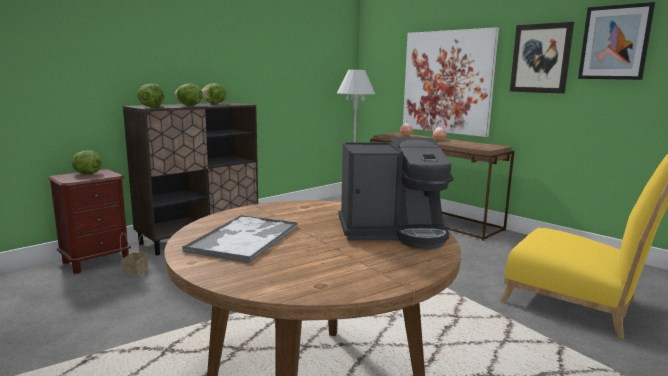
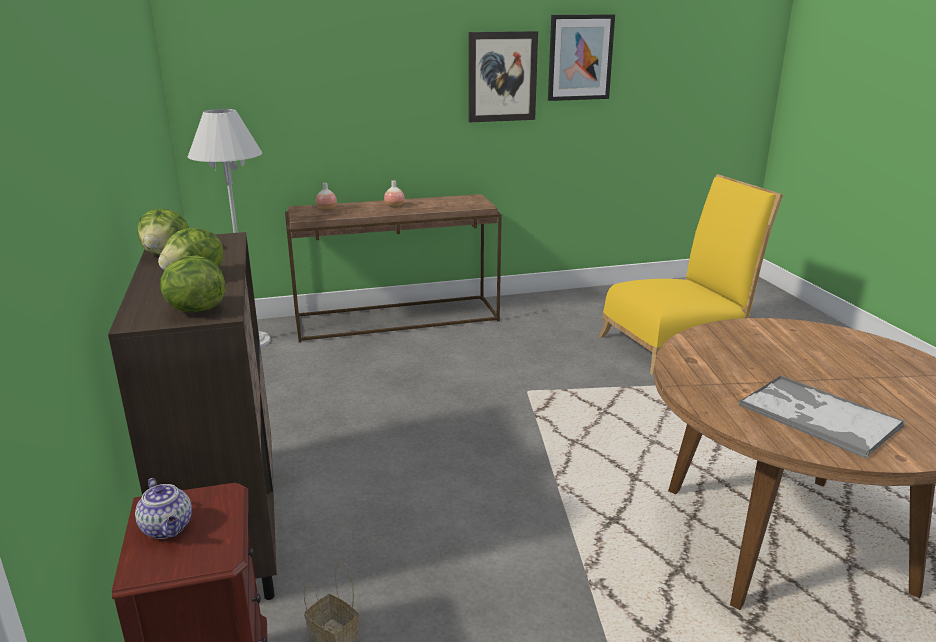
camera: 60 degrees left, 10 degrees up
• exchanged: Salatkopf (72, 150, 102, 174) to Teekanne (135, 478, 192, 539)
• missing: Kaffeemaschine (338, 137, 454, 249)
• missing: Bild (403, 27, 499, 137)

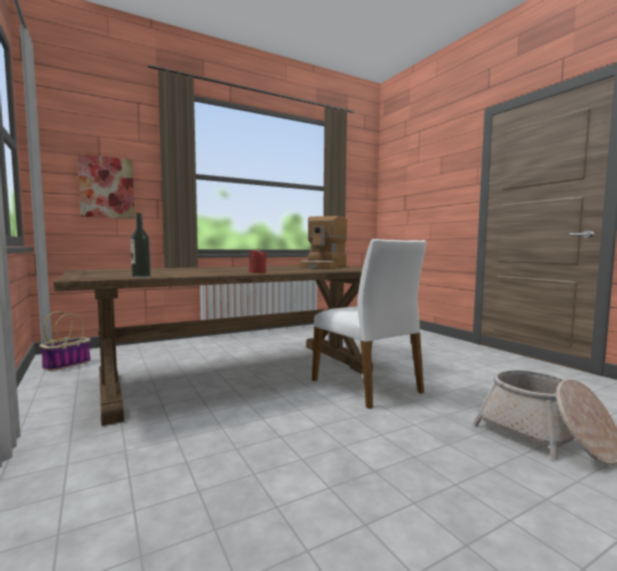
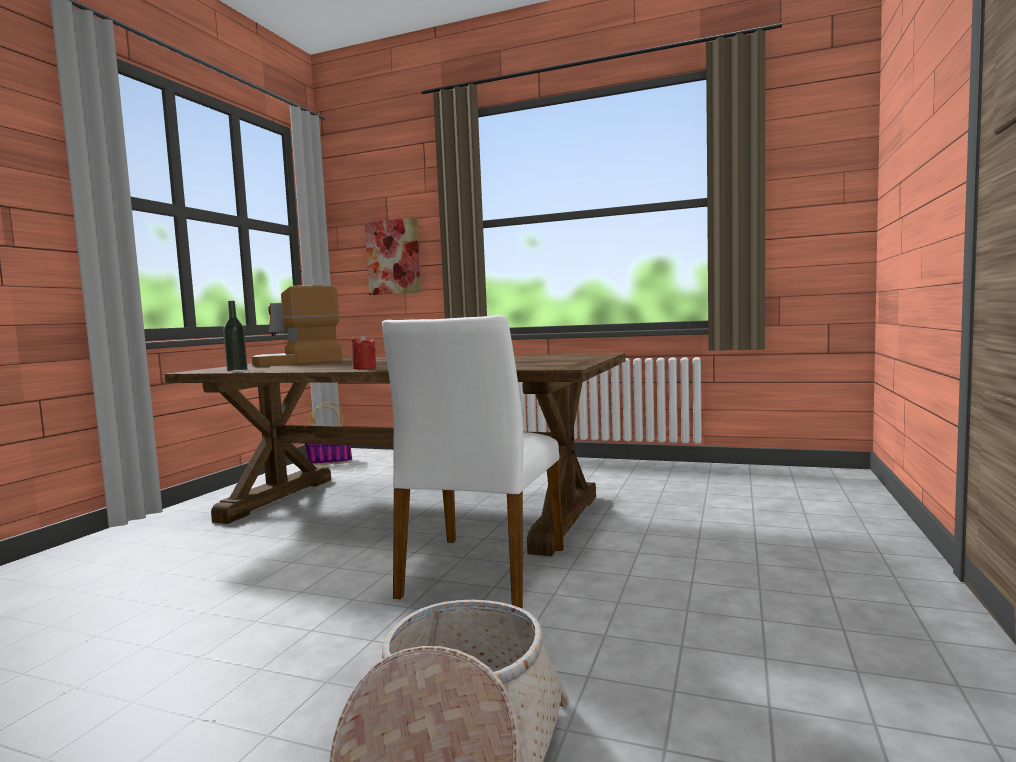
camera: 50 degrees right, 0 degrees up
• relocated: Kaffeemaschine (299, 216, 347, 269) to (252, 285, 342, 366)

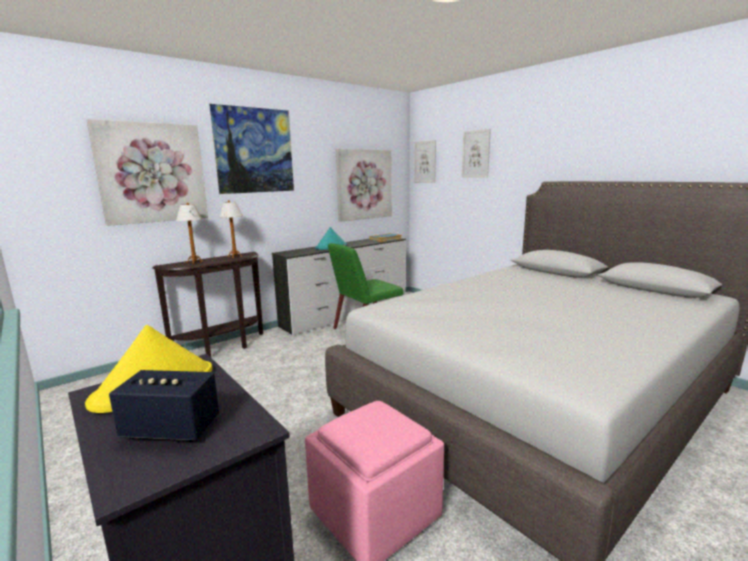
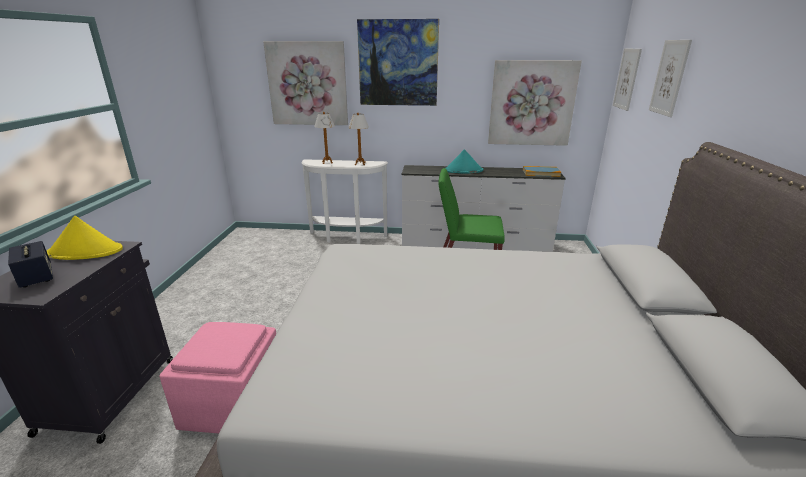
camera: 45 degrees right, 10 degrees up
• colour: Konsolentisch (braun) (153, 252, 263, 357) to Konsolentisch (weiß) (302, 159, 388, 244)

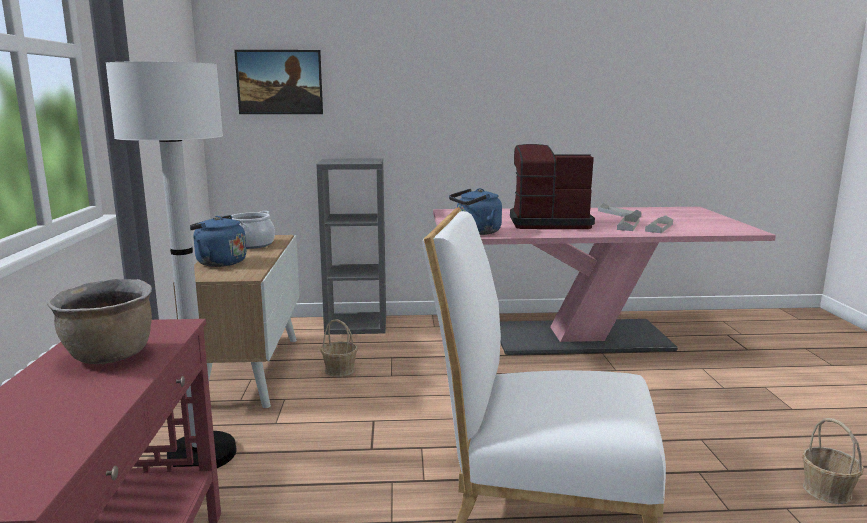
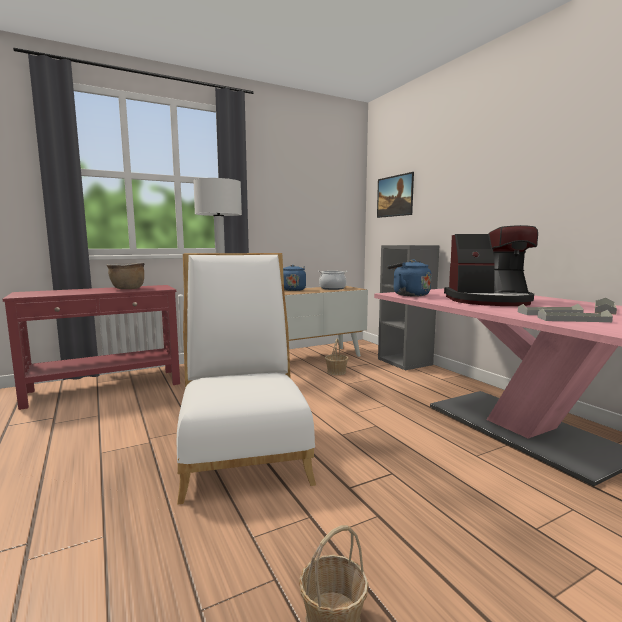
camera: 65 degrees right, 5 degrees down
• spun: Kaffeemaschine (510, 144, 595, 229) = (444, 225, 538, 306) 120 degrees clockwise

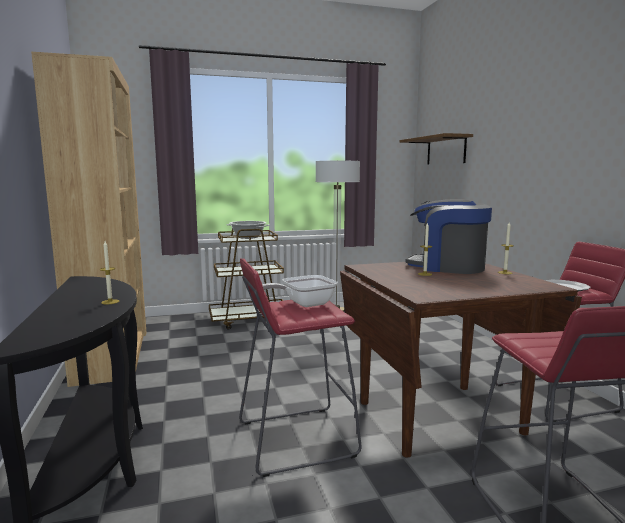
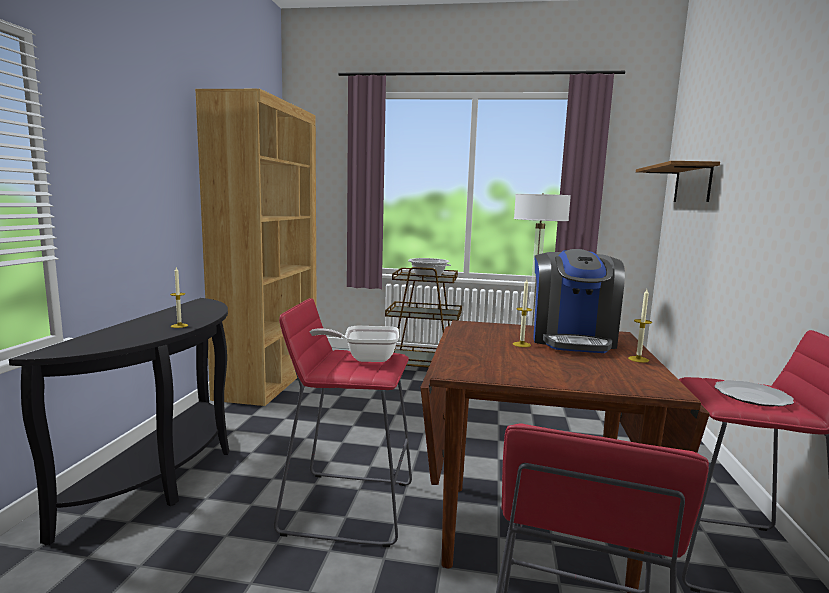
camera: 25 degrees right, 0 degrees up
• spun: Kaffeemaschine (406, 199, 492, 274) = (533, 249, 625, 353) 135 degrees counterclockwise

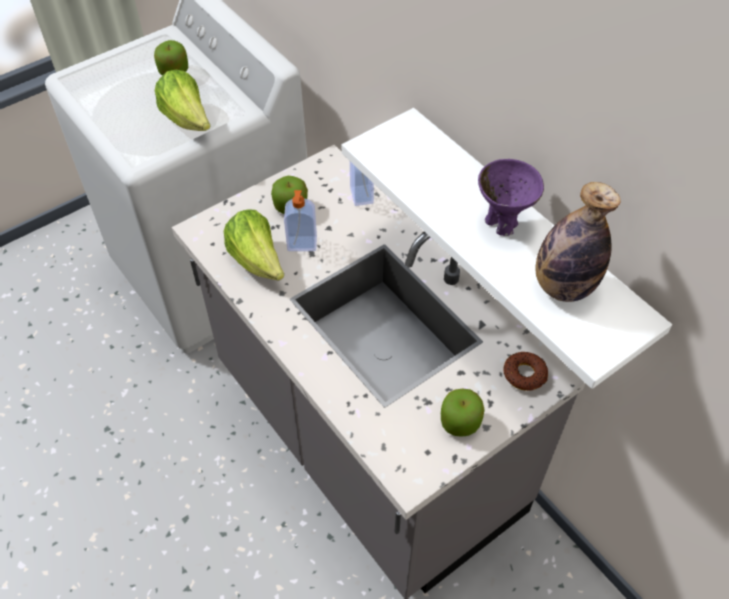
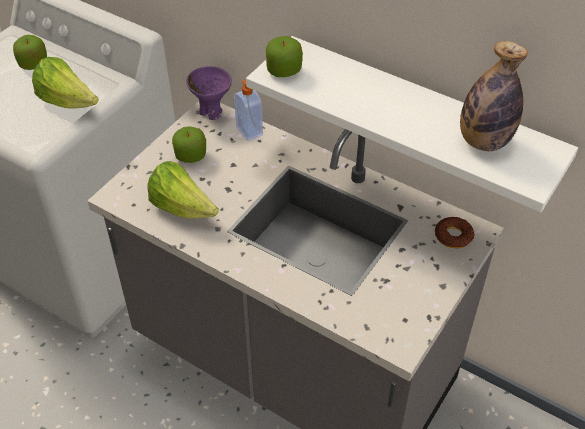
camera: 20 degrees left, 5 degrees down
• missing: Seifenspender (284, 190, 317, 251)
• relocated: Apfel (441, 389, 485, 437) to (266, 36, 303, 77)
• relocated: Schüssel (lila) (478, 159, 544, 236) to (186, 66, 232, 120)

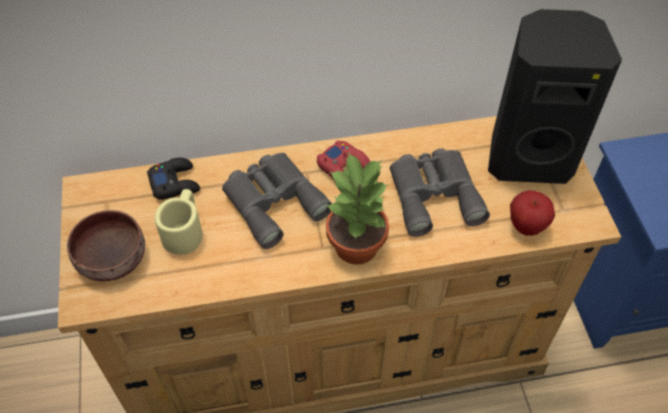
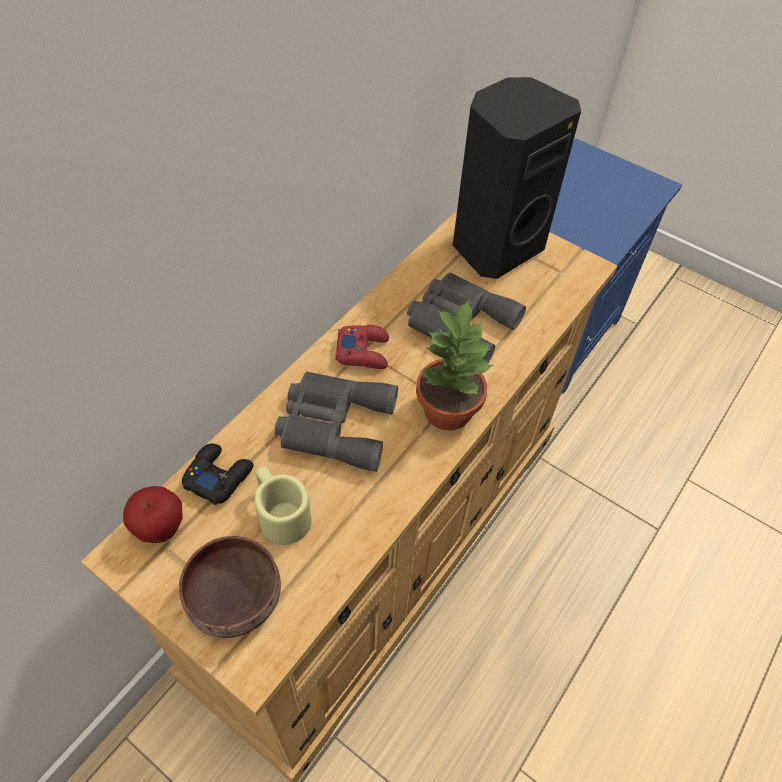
camera: 45 degrees left, 0 degrees up
• relocated: Apfel (510, 190, 555, 236) to (123, 486, 182, 543)

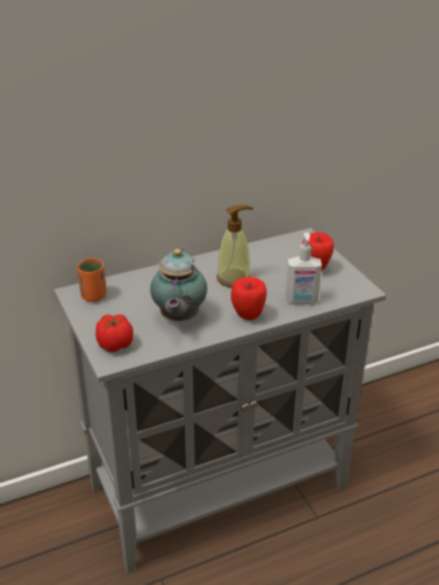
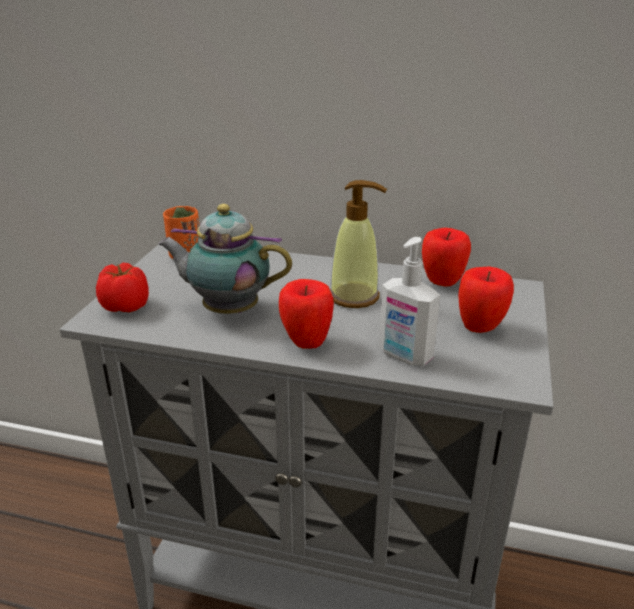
camera: 40 degrees right, 5 degrees down
• spun: Teekanne (150, 248, 207, 321) = (158, 204, 292, 314) 60 degrees clockwise
• appeared: Apfel (422, 228, 471, 286)

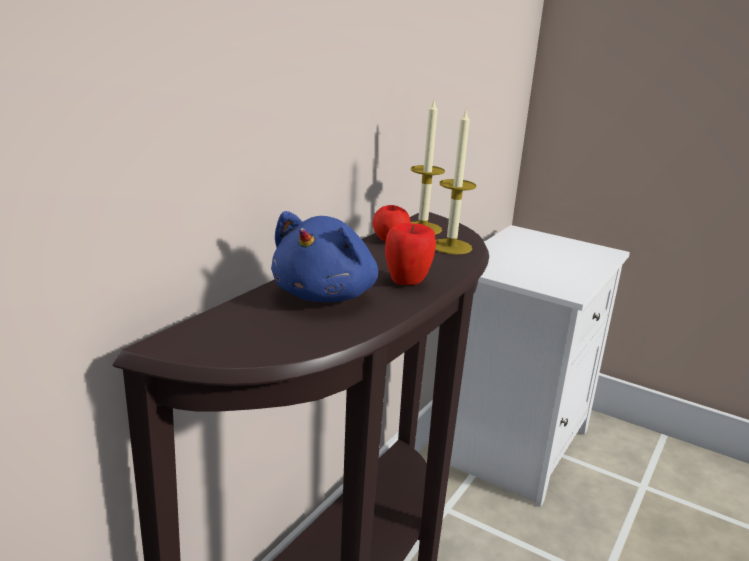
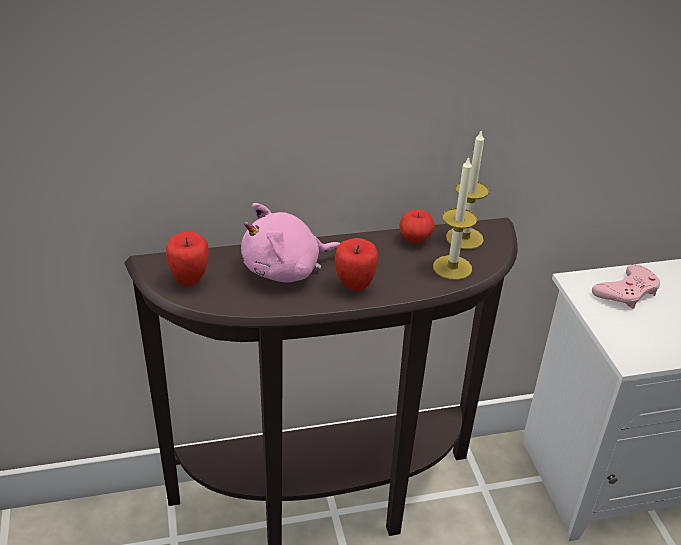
camera: 45 degrees right, 15 degrees up
• colour: Plüschtier (blau) (271, 211, 378, 302) to Plüschtier (rosa) (241, 203, 340, 282)
• appeared: Apfel (166, 231, 209, 286)
• appeared: Gamepad (rosa) (592, 264, 660, 309)

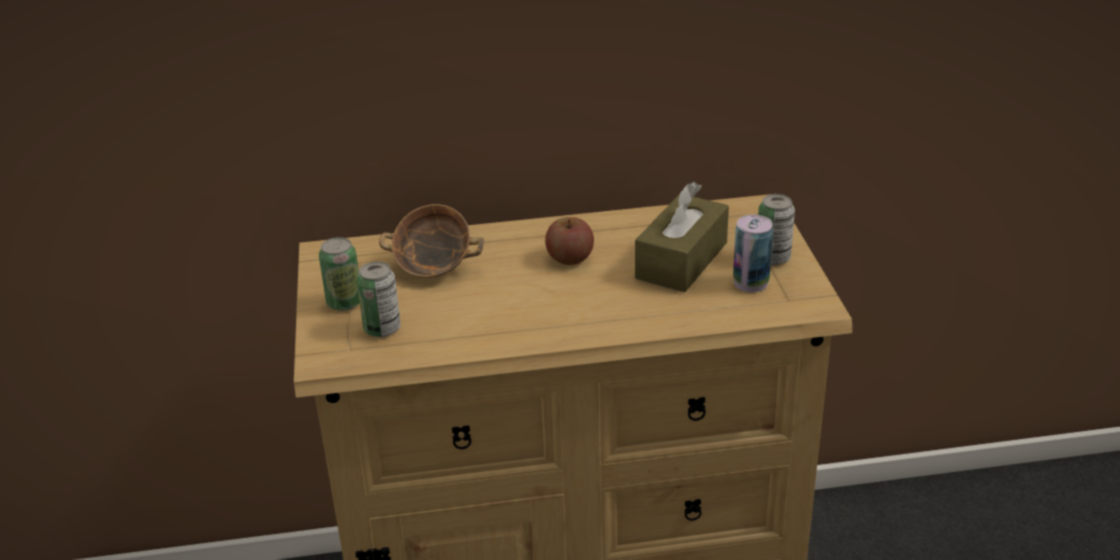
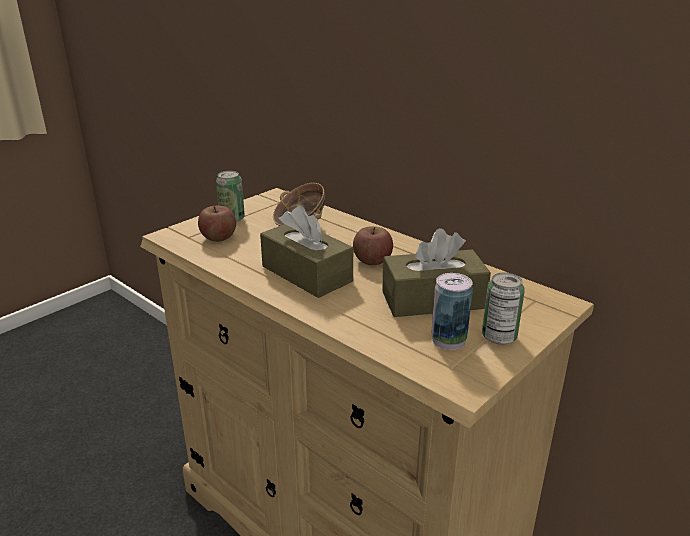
camera: 50 degrees right, 5 degrees down
• exchanged: Dose (357, 262, 401, 337) to Apfel (198, 206, 236, 242)
• appeared: Taschentuchbox (braun) (260, 205, 353, 298)

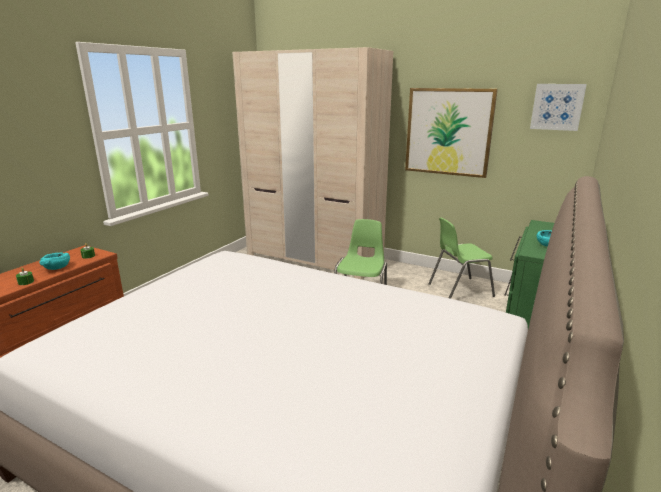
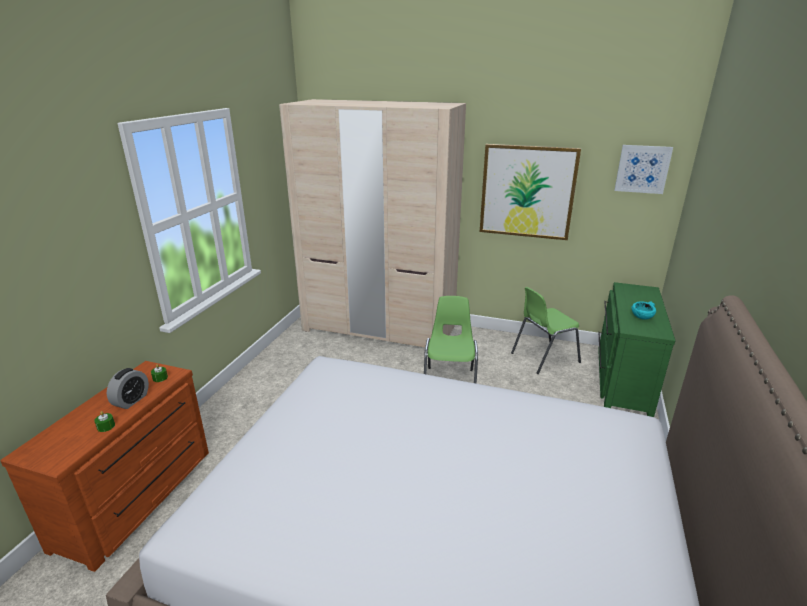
camera: 10 degrees left, 5 degrees up
• exchanged: Schüssel (türkis) (39, 252, 70, 270) to Wecker (107, 368, 149, 409)

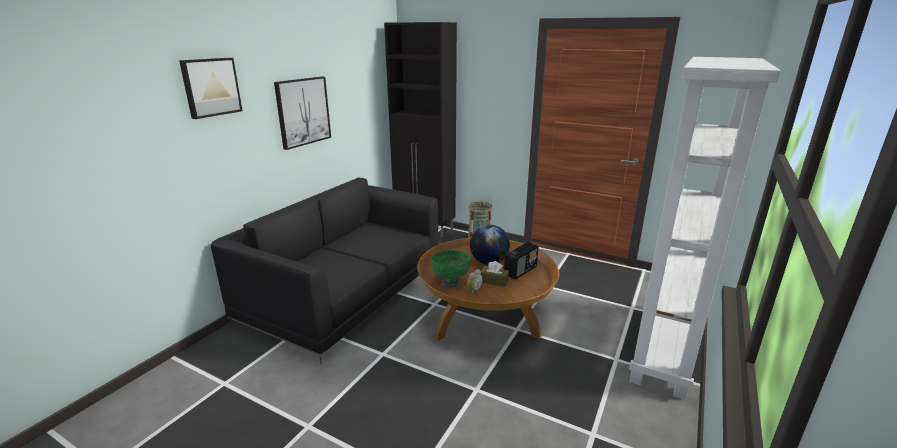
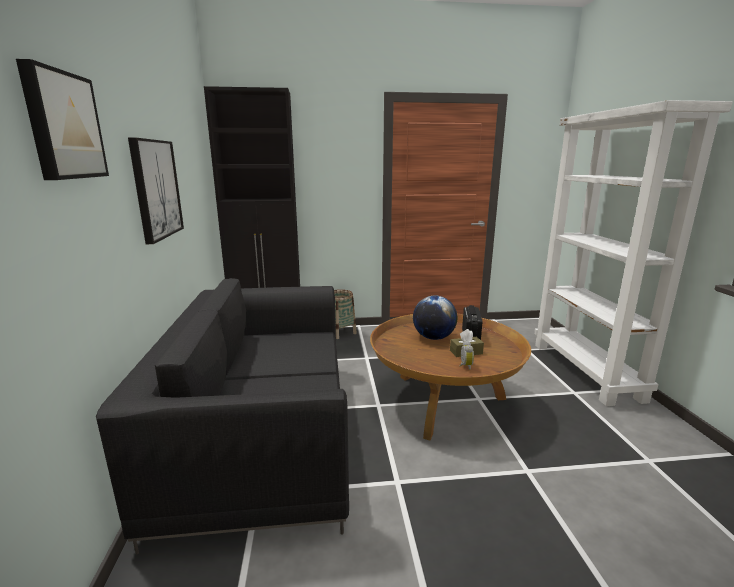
camera: 35 degrees left, 5 degrees down
• missing: Schüssel (grün) (431, 250, 471, 288)

